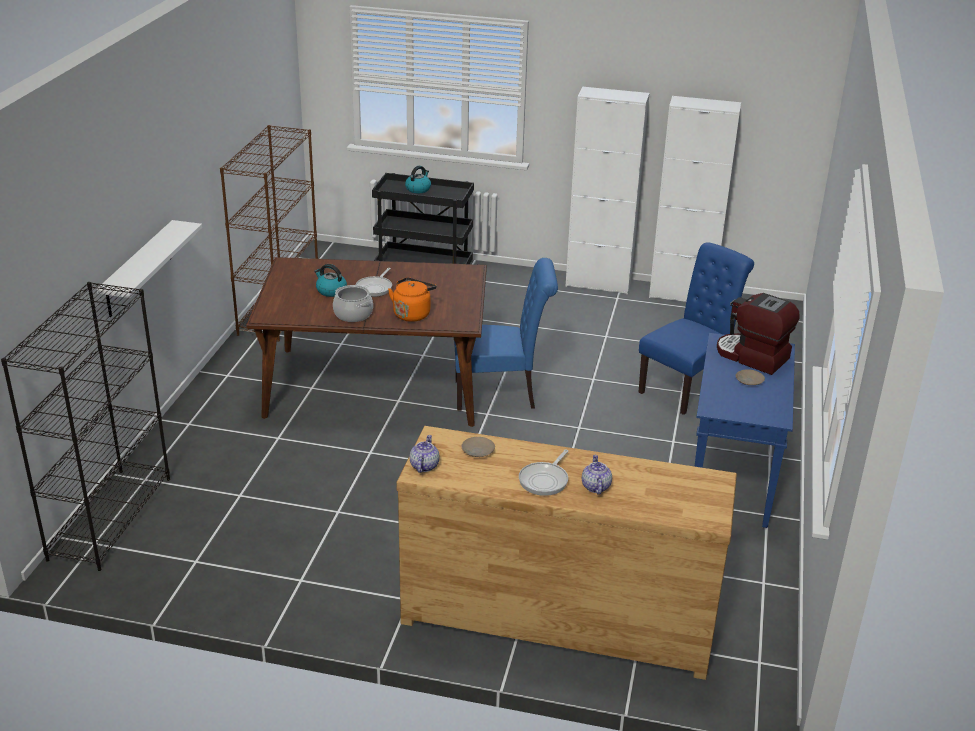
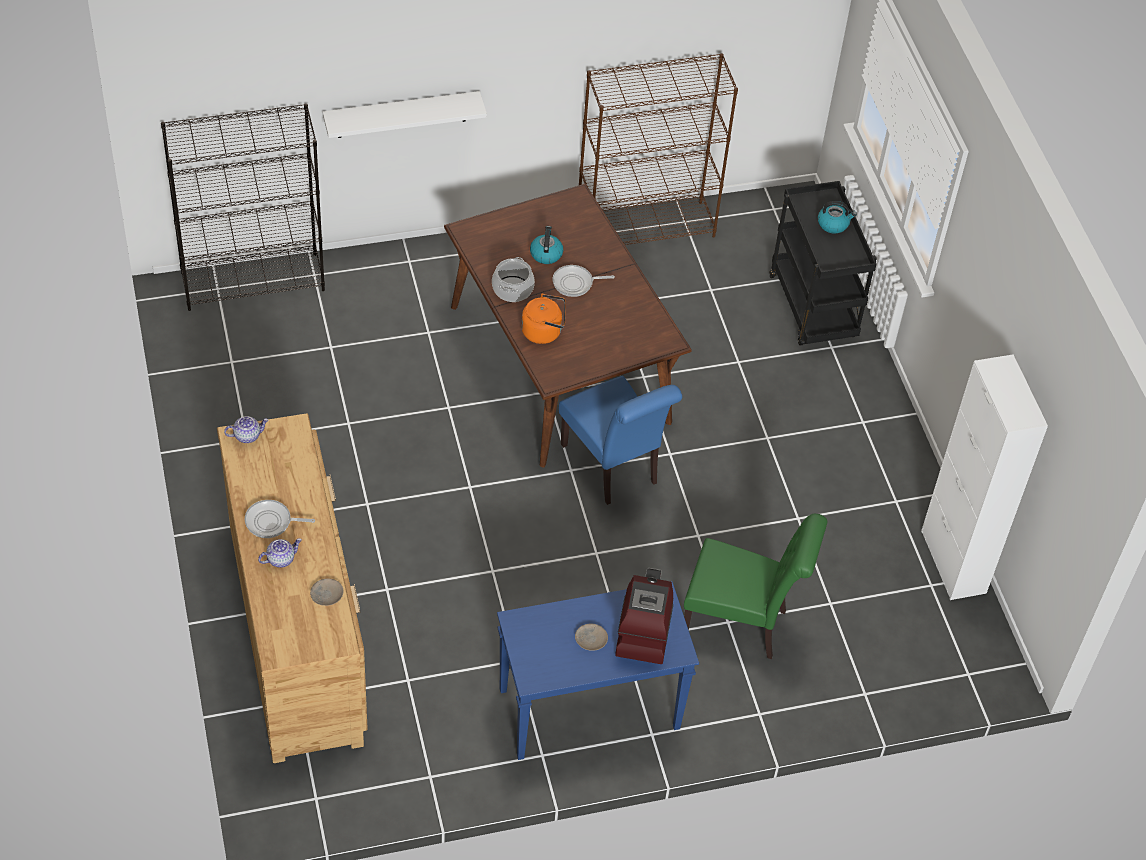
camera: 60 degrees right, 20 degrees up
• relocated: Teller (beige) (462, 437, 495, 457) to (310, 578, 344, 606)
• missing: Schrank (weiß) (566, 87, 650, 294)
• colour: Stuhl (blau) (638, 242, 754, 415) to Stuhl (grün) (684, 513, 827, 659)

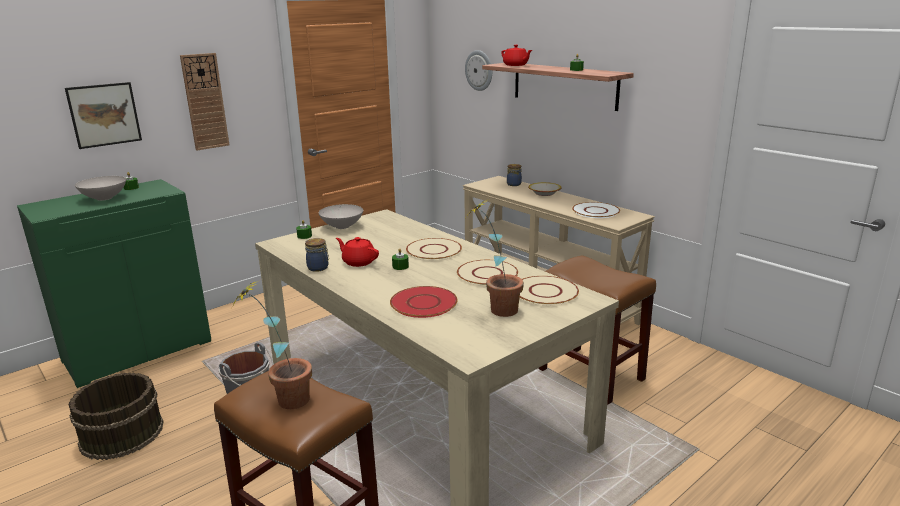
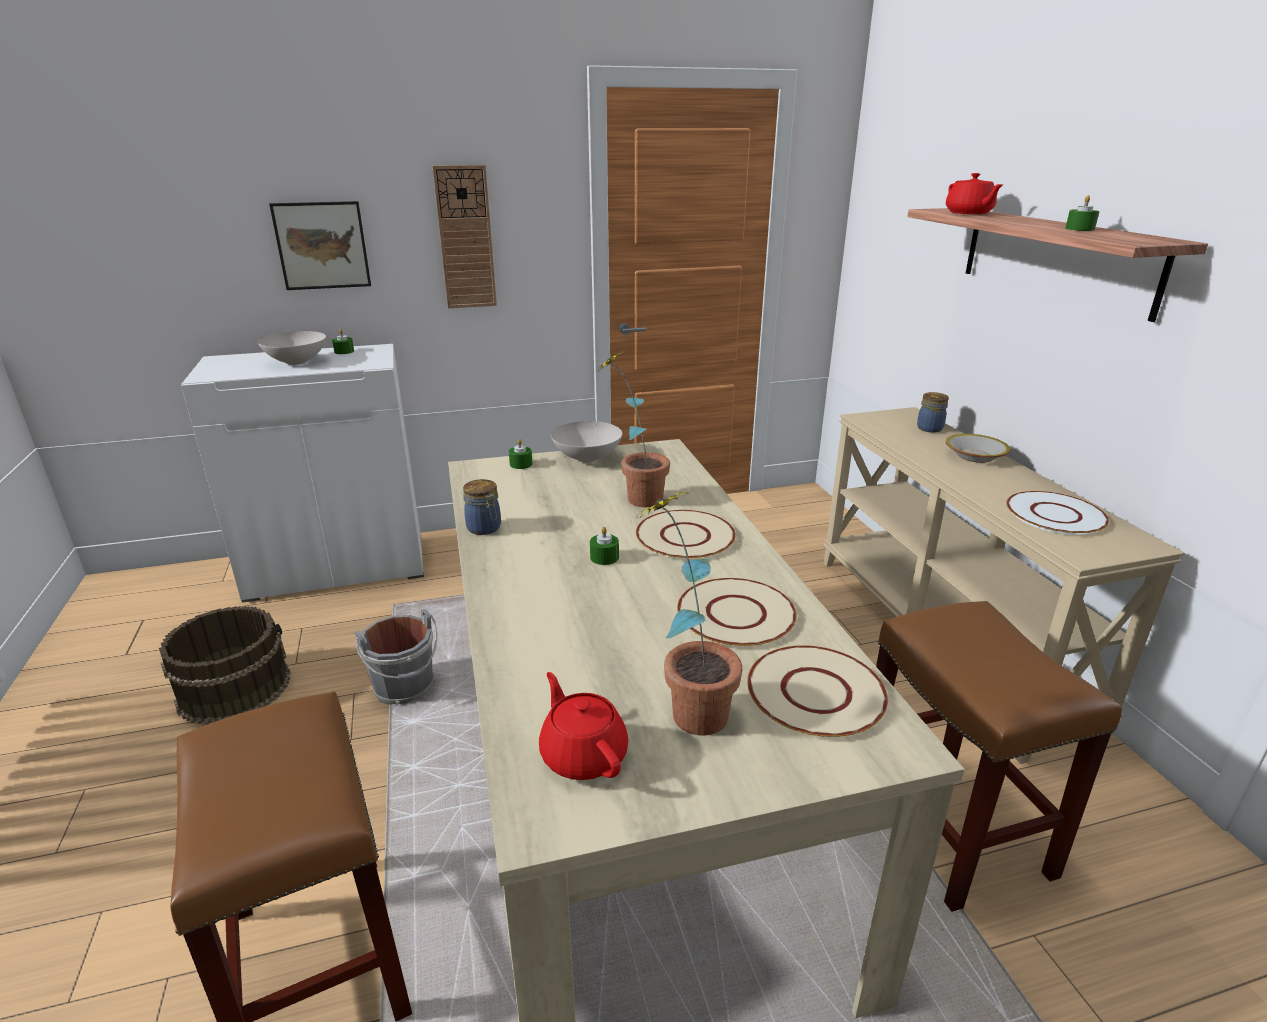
camera: 25 degrees right, 5 degrees up
• colour: Schrank (grün) (17, 179, 211, 388) to Schrank (weiß) (181, 344, 424, 603)
• relocated: Topfpflanze (233, 280, 312, 409) to (597, 351, 670, 507)
• relocated: Teekanne (rot) (336, 237, 379, 267) to (539, 672, 628, 780)
• missing: Teller (rot) (390, 286, 458, 318)
• missing: Wanduhr (465, 50, 492, 91)

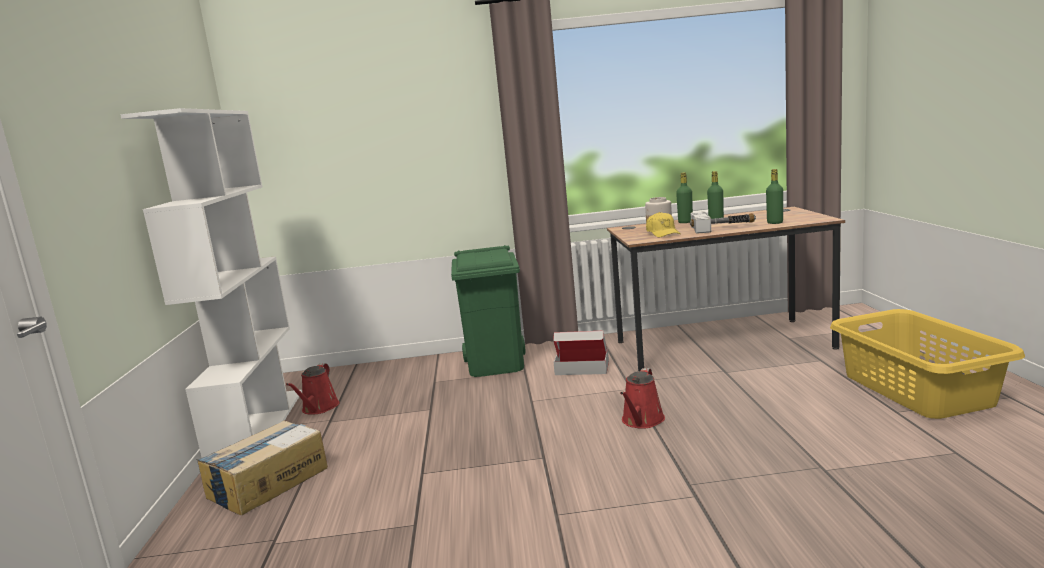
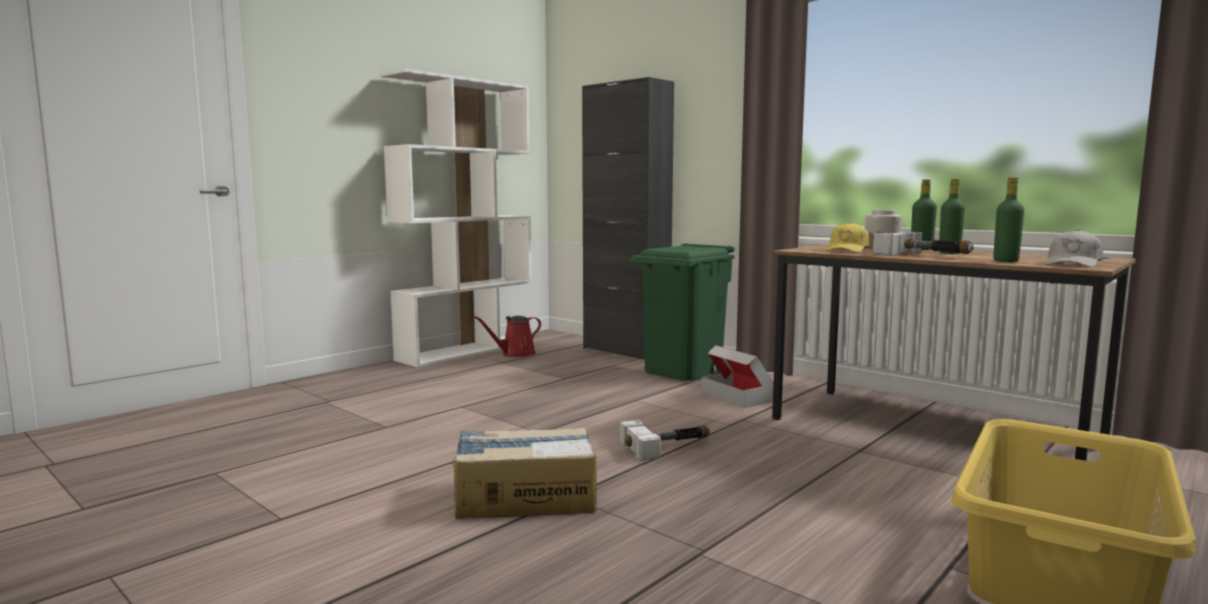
camera: 45 degrees right, 5 degrees down
• relocated: Karton (196, 421, 328, 515) to (454, 428, 597, 519)
• exchanged: Gießkanne (rot) (620, 368, 665, 429) to Hammer (620, 420, 710, 461)
• appeared: Schrank (schwarz) (582, 77, 674, 359)
• appeared: Kappe (weiß) (1045, 229, 1103, 267)

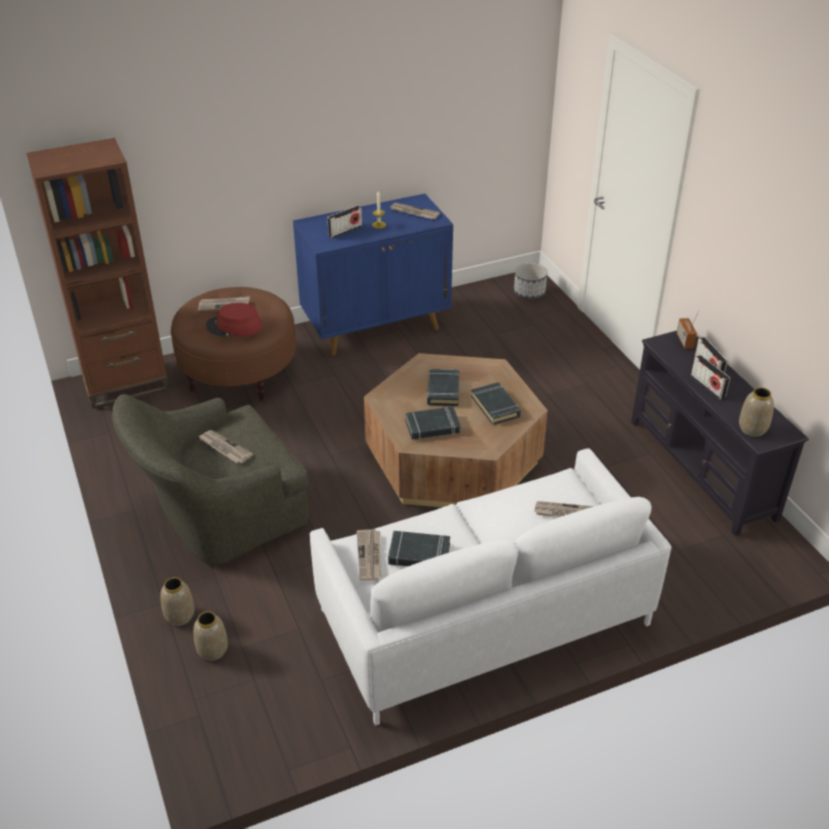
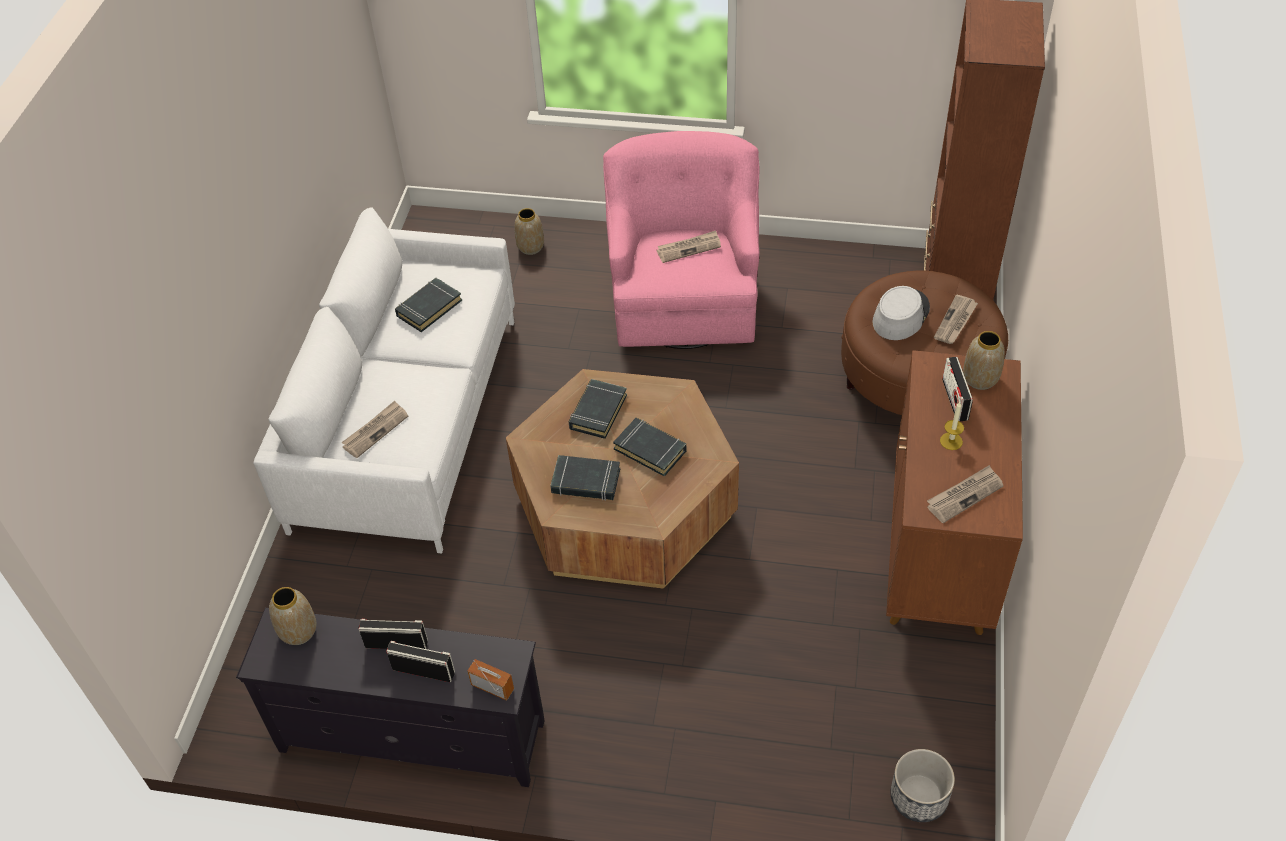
camera: 125 degrees right, 10 degrees up
• colour: Sessel (grün) (112, 394, 308, 565) to Sessel (rosa) (603, 131, 759, 349)
• relocated: Vase (160, 577, 194, 626) to (963, 331, 1005, 390)
• colour: Hut (rot) (206, 303, 262, 337) to Hut (grau) (873, 286, 930, 340)
• colour: Schrank (blau) (293, 194, 453, 356) to Schrank (braun) (886, 350, 1023, 635)
• missing: Zeitung (357, 529, 381, 581)

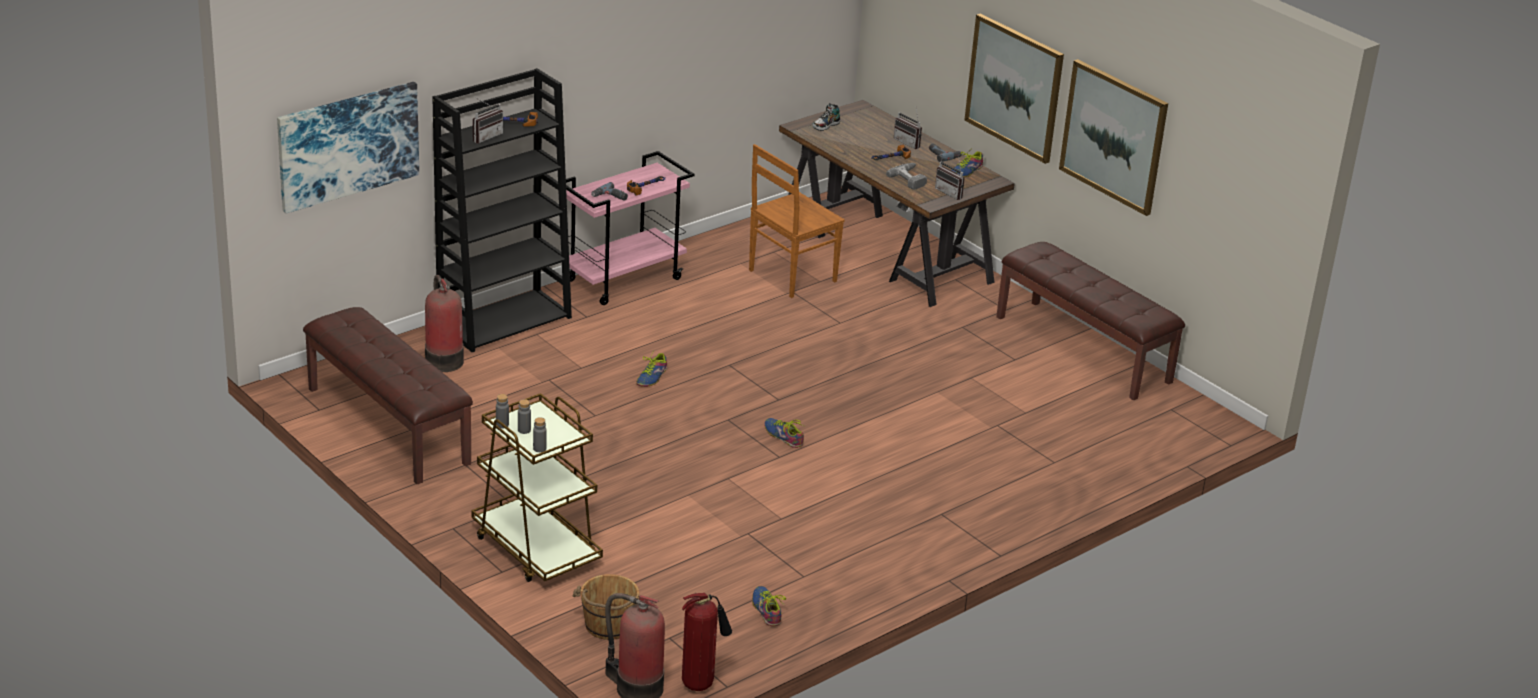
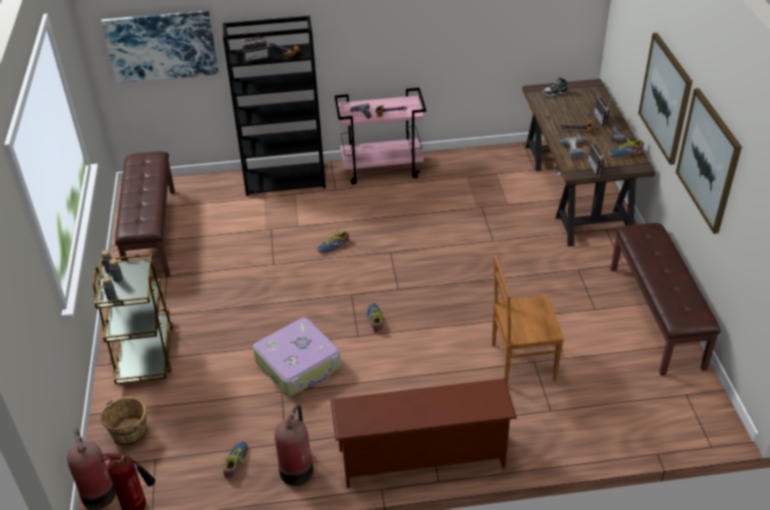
camera: 35 degrees right, 10 degrees up
• relocated: Feuerlöscher (425, 275, 464, 372) to (275, 403, 313, 486)
• relocated: Stuhl (braun) (749, 144, 845, 298) to (492, 255, 564, 386)
• appeared: Koffer (253, 318, 341, 396)
• appeared: Schuhregal (braun) (331, 378, 517, 488)

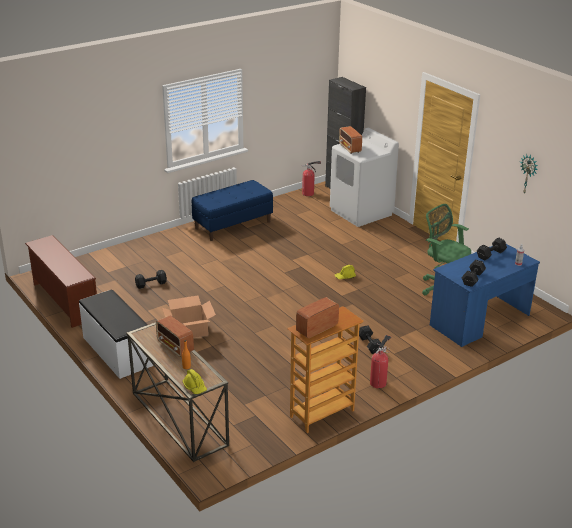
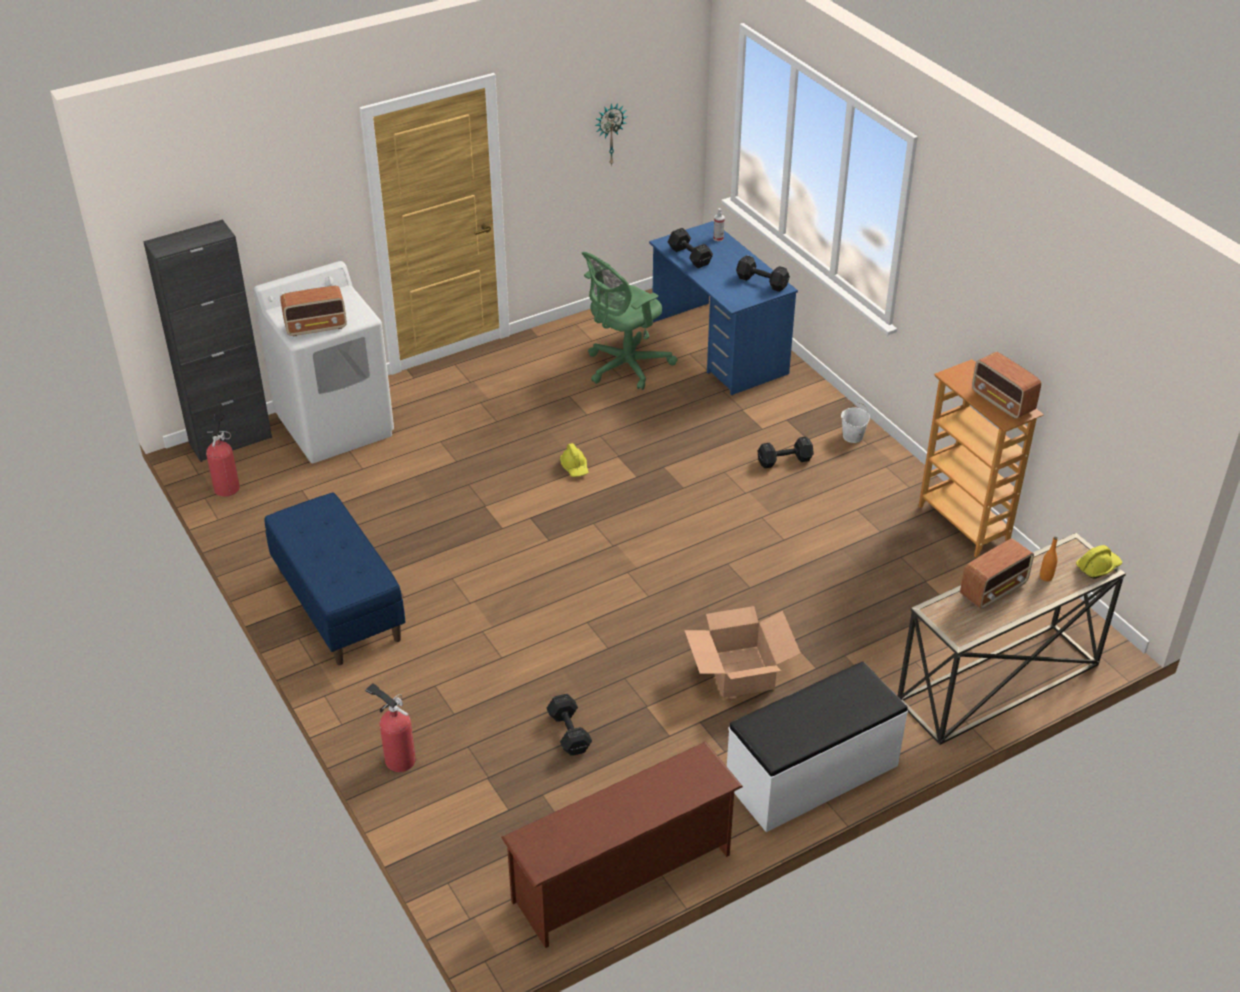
camera: 85 degrees left, 10 degrees up
• relocated: Feuerlöscher (370, 335, 391, 388) to (365, 683, 416, 772)
• appeared: Eimer (weiß) (841, 403, 870, 443)

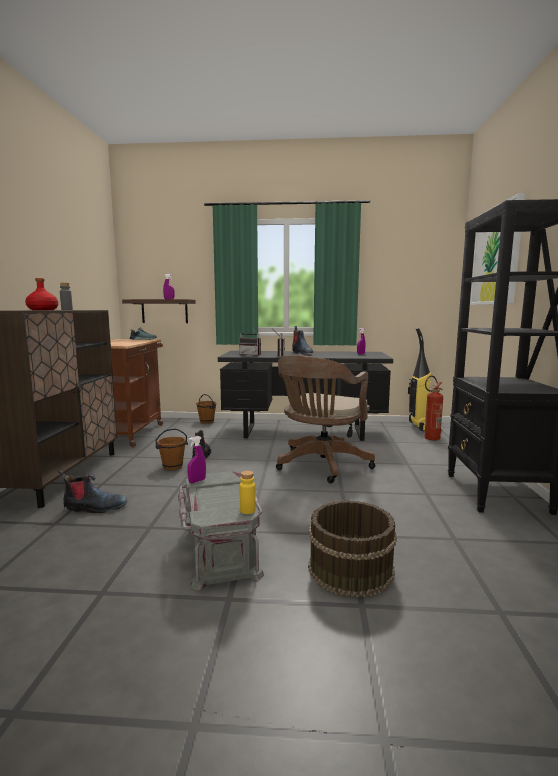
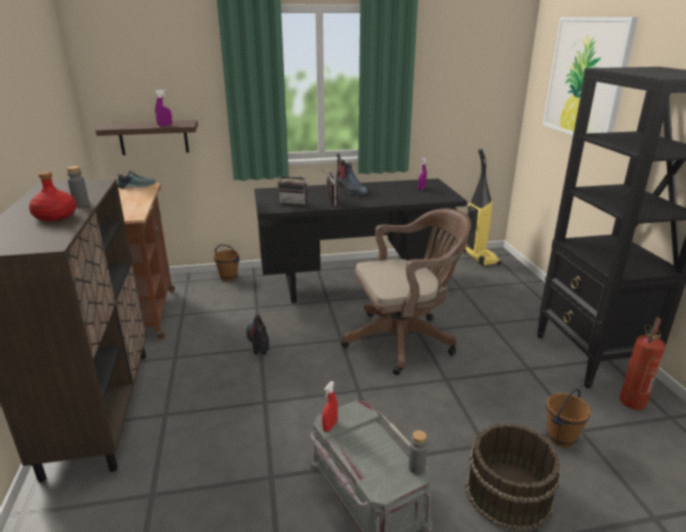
camera: 15 degrees left, 15 degrees up
• missing: Stiefel (57, 469, 127, 513)
• relocated: Eimer (braun) (155, 429, 188, 470) to (546, 389, 591, 447)
• colour: Sprühflasche (lila) (188, 436, 206, 483) to Sprühflasche (rot) (322, 381, 338, 432)
• colour: Flasche (gelb) (240, 471, 256, 514) to Flasche (grau) (408, 430, 427, 474)
• spun: Bürostuhl (braun) (276, 355, 375, 483) = (342, 209, 471, 375) 120 degrees counterclockwise
• relocated: Feuerlöscher (425, 375, 443, 440) to (620, 317, 665, 410)

